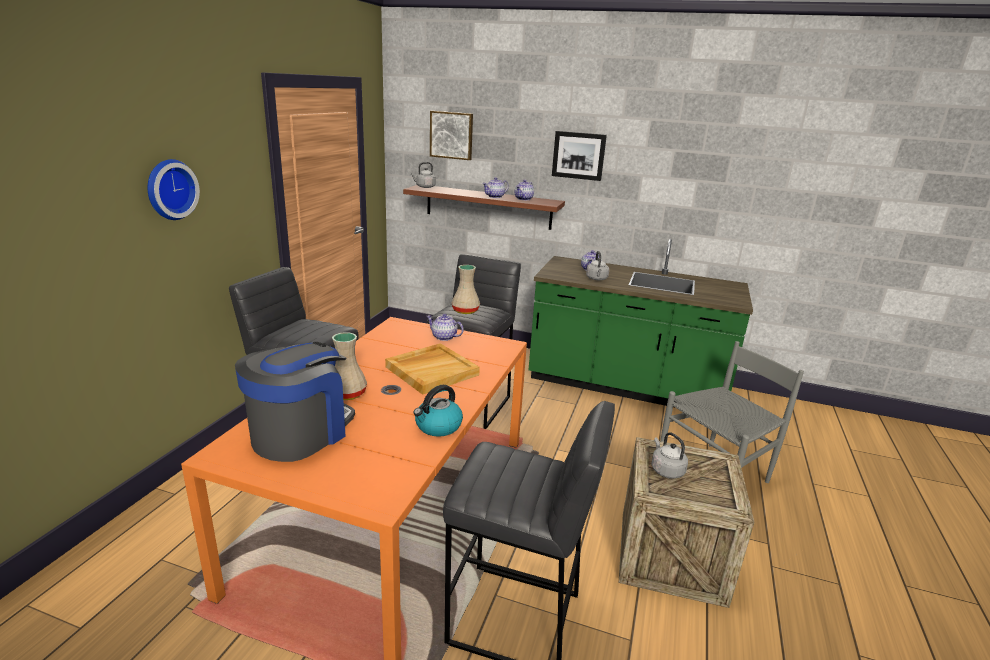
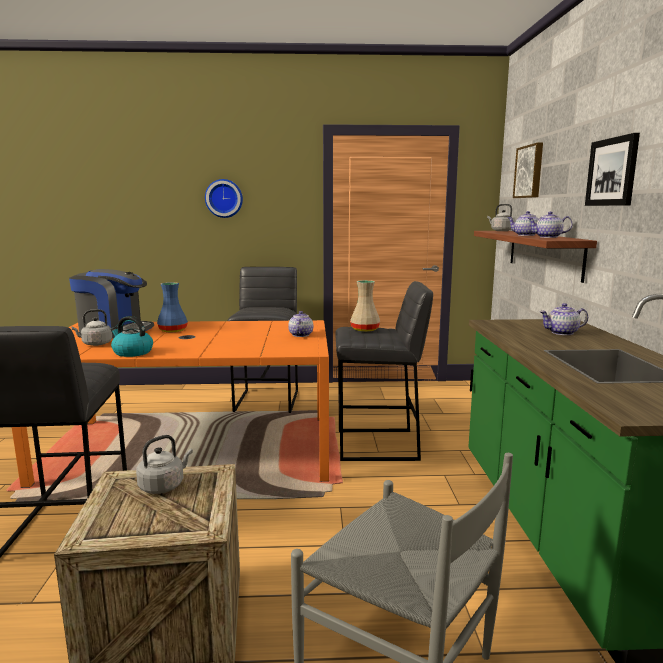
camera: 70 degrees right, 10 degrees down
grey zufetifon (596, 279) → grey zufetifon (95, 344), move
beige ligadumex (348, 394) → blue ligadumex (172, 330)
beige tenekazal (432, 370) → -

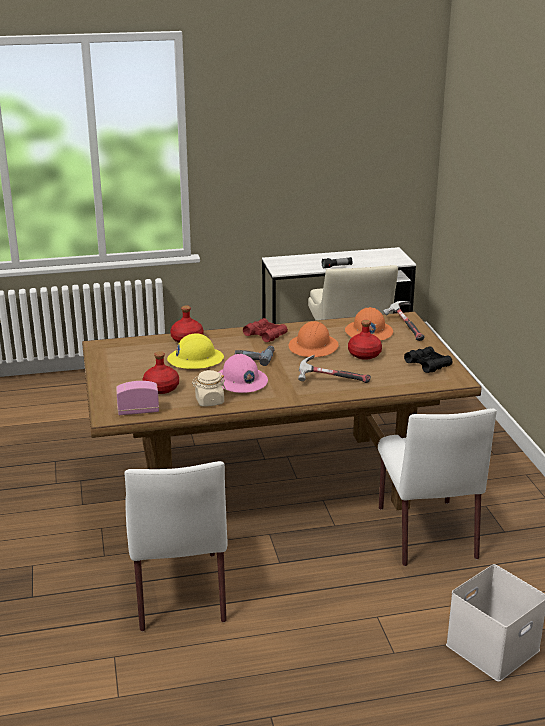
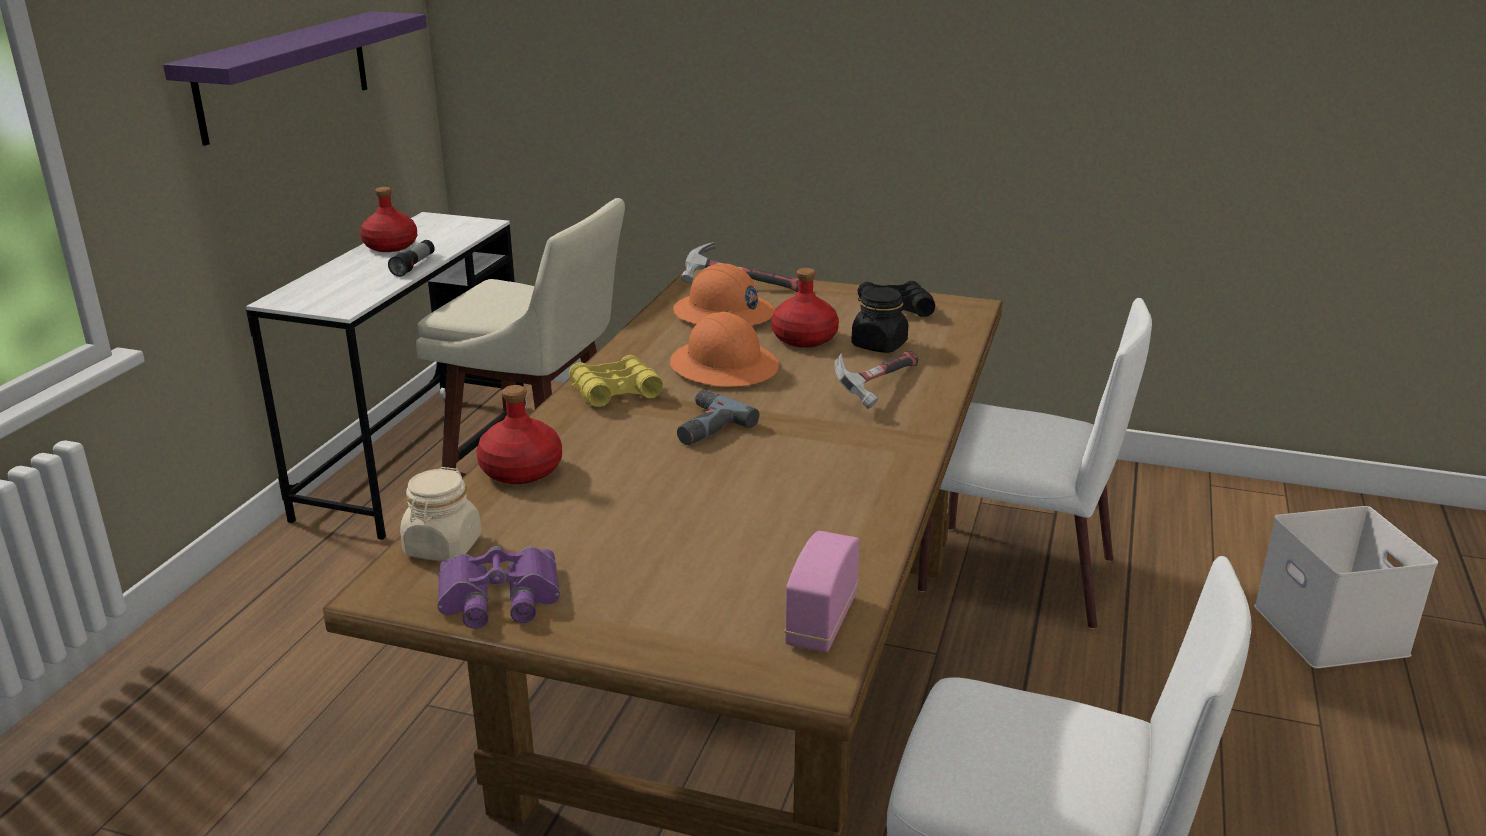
camera: 60 degrees left, 0 degrees up
- → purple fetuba (285, 75)
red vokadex (161, 388) → red vokadex (390, 246), move
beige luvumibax (209, 401) → beige luvumibax (443, 547), move
- → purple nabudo (499, 598)
red nabudo (265, 335) → yellow nabudo (615, 391)
- → black luvumibax (879, 345)
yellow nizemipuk (195, 359) → -
pink nizemipuk (240, 381) → -

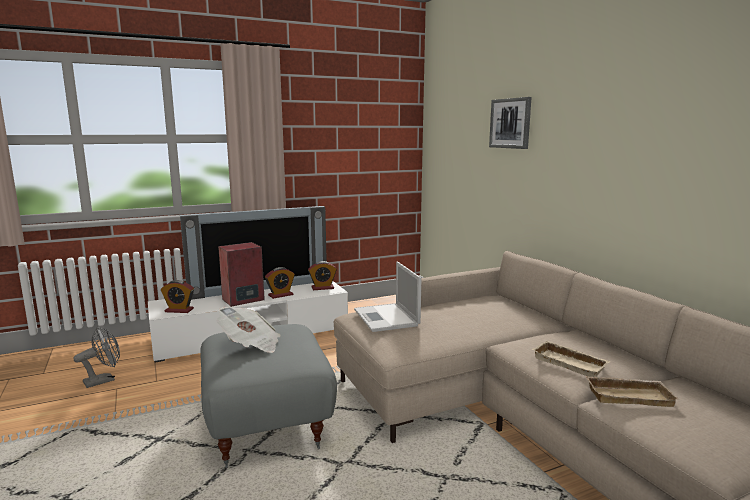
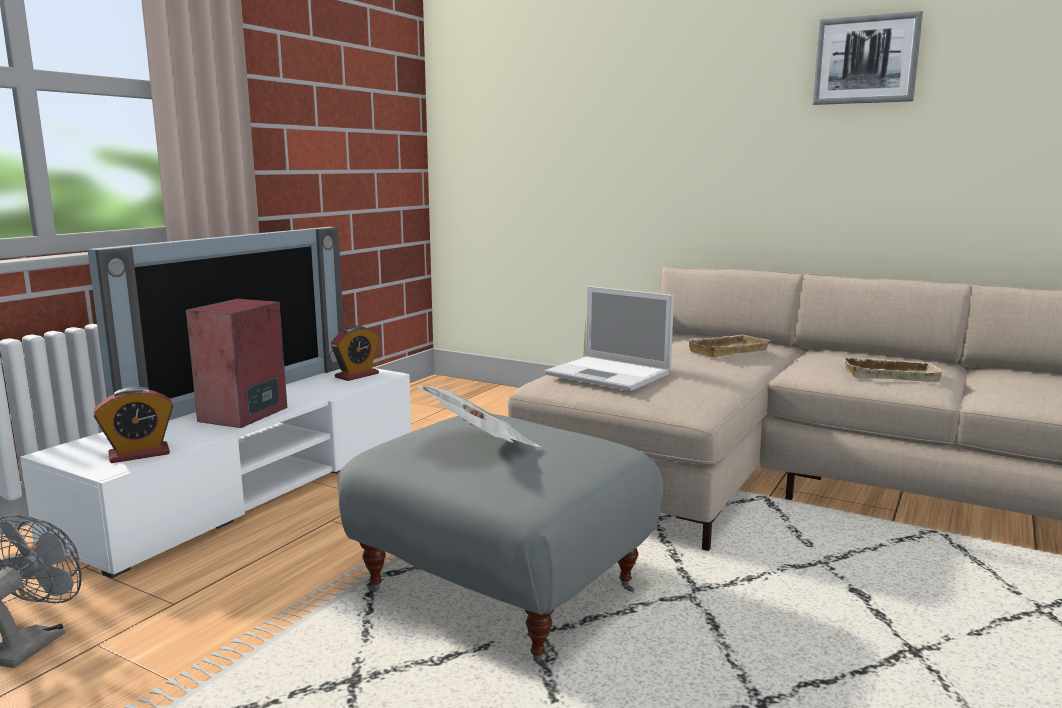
camera: 35 degrees left, 0 degrees up
beige tenekazal (629, 395) → beige tenekazal (726, 350), move
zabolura (510, 123) → zabolura (866, 60), move
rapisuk (280, 295) → -

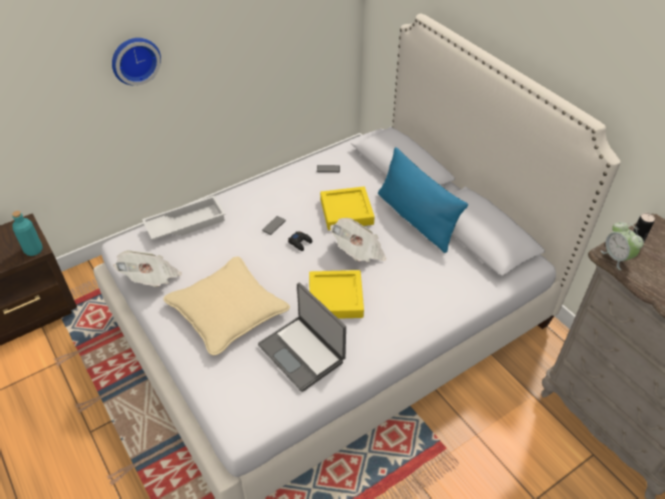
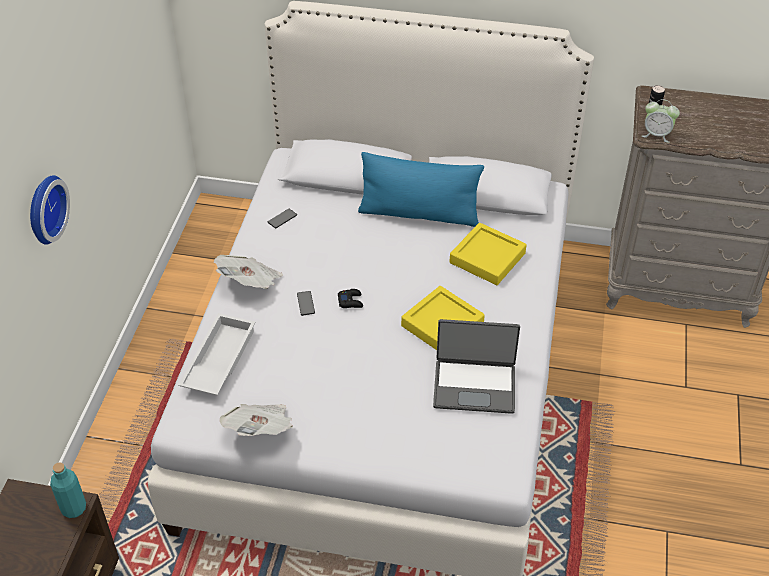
camera: 45 degrees left, 0 degrees up
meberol (359, 252) → meberol (250, 283), move
yellow tenekazal (346, 212) → yellow tenekazal (487, 258), move
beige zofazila (227, 310) → -

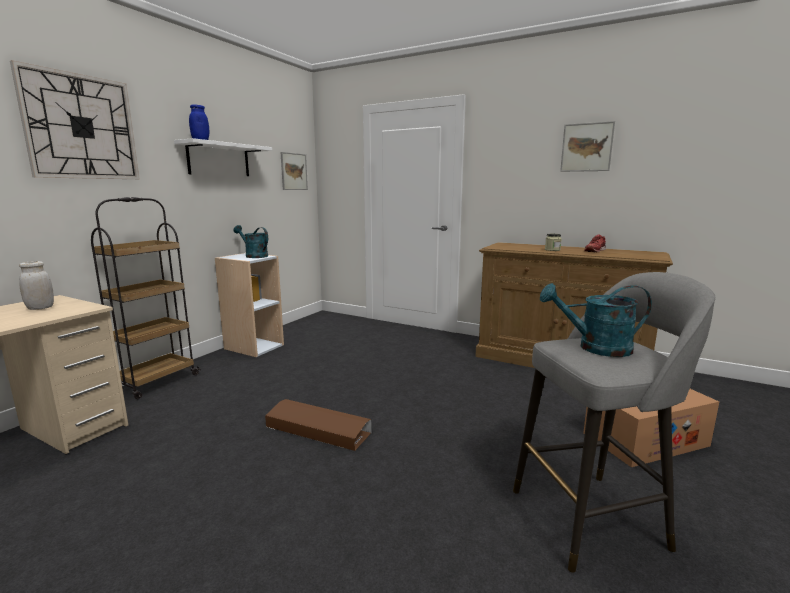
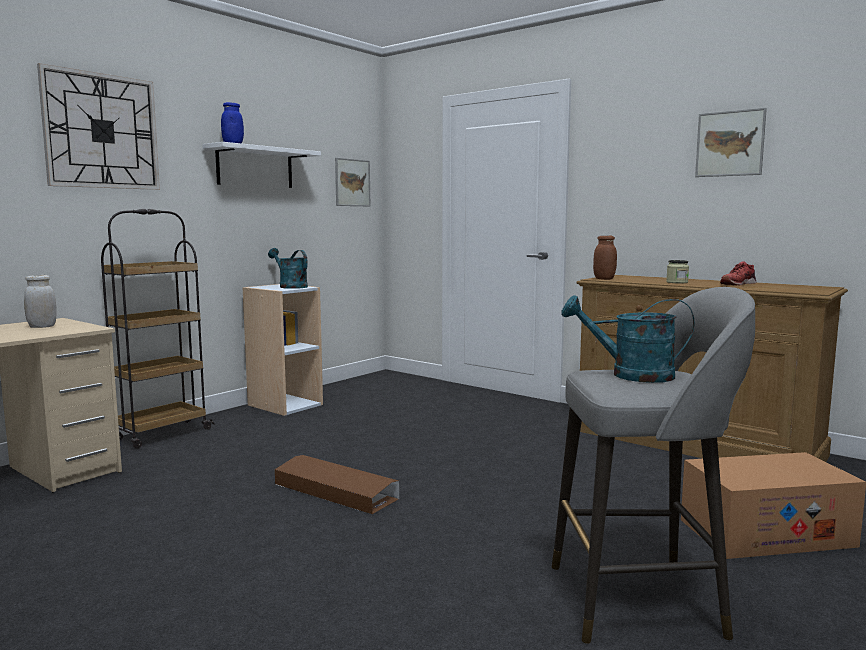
camera: 10 degrees right, 5 degrees down
- → brown luvumibax (604, 279)

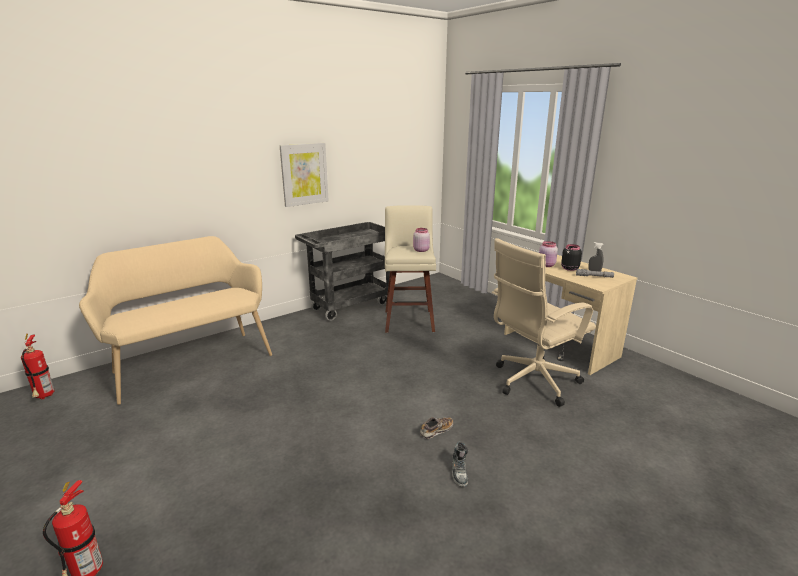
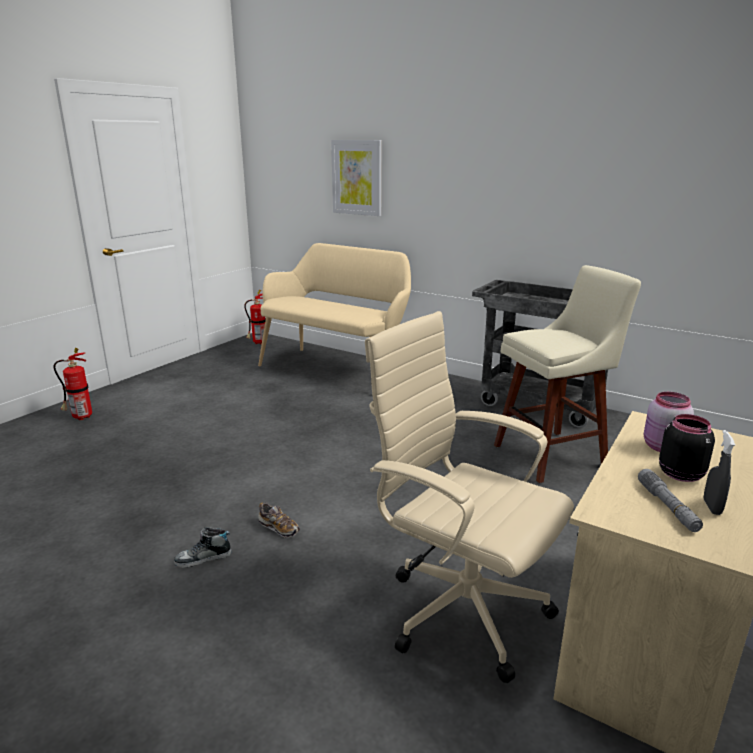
camera: 70 degrees right, 0 degrees up
zabolura (304, 174) → zabolura (357, 177), move
pink luvumibax (420, 250) → -

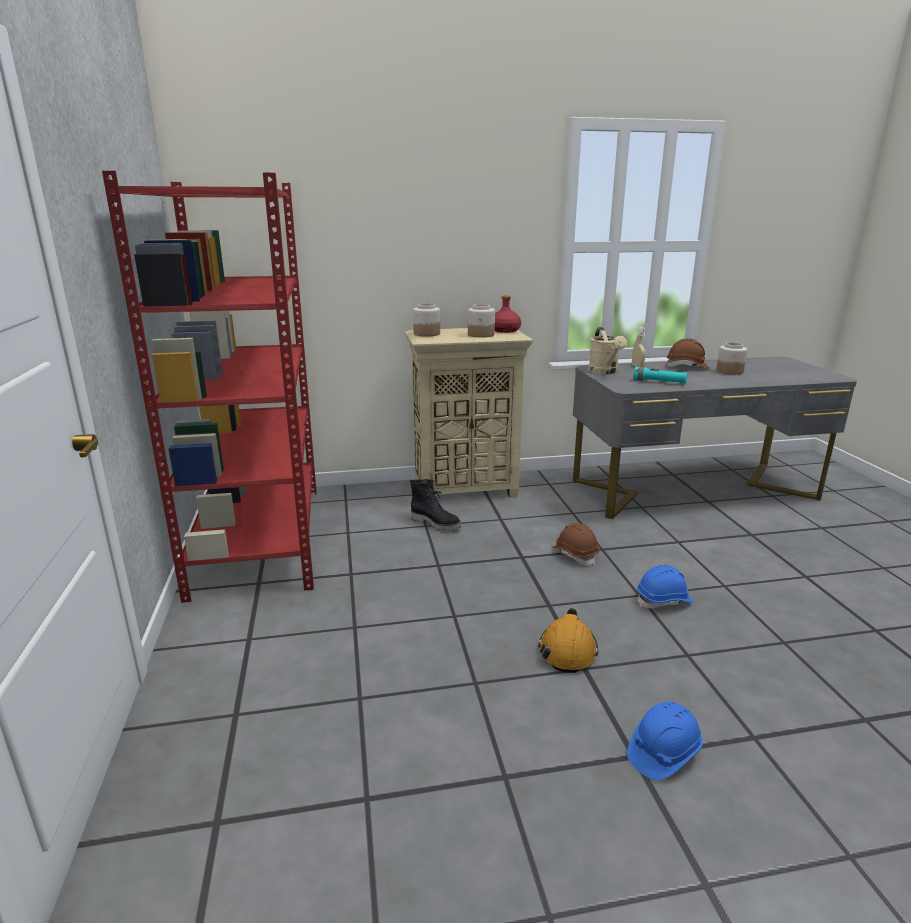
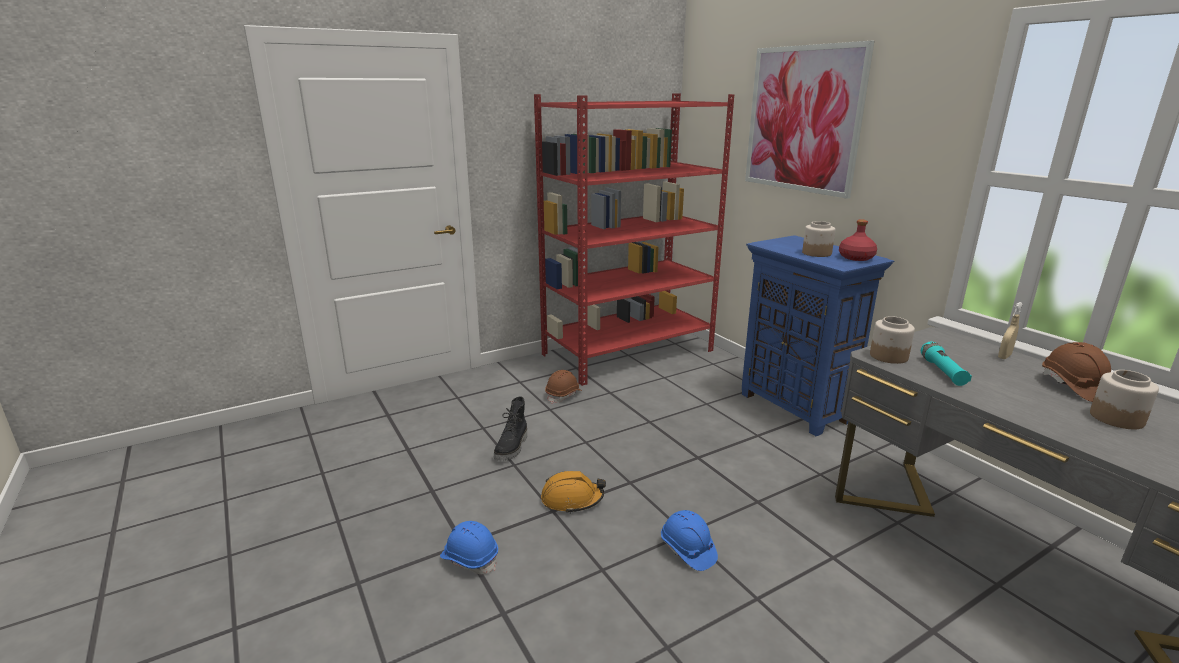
camera: 70 degrees right, 0 degrees up
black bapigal (436, 523) → black bapigal (512, 448), move
brown nizemipuk (575, 554) → brown nizemipuk (563, 395), move
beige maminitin (466, 490) → blue maminitin (796, 408)
- → zabolura (802, 119)
luvumibax (426, 334) → luvumibax (888, 356), move
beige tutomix (605, 372) → -

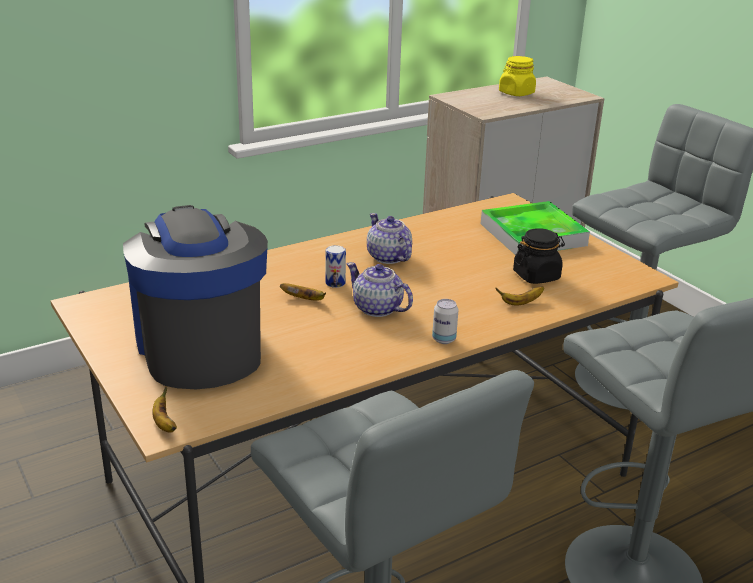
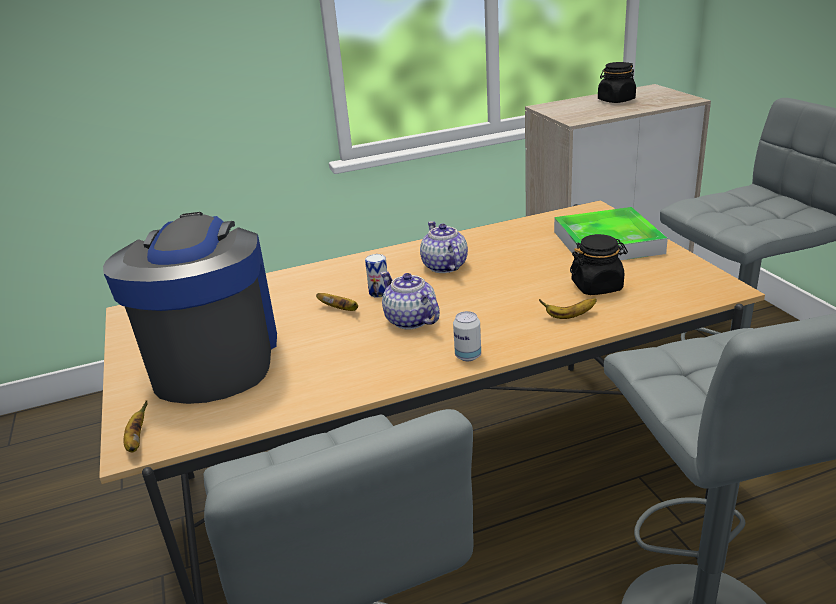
camera: 15 degrees right, 0 degrees up
yellow luvumibax (516, 93) → black luvumibax (616, 100)

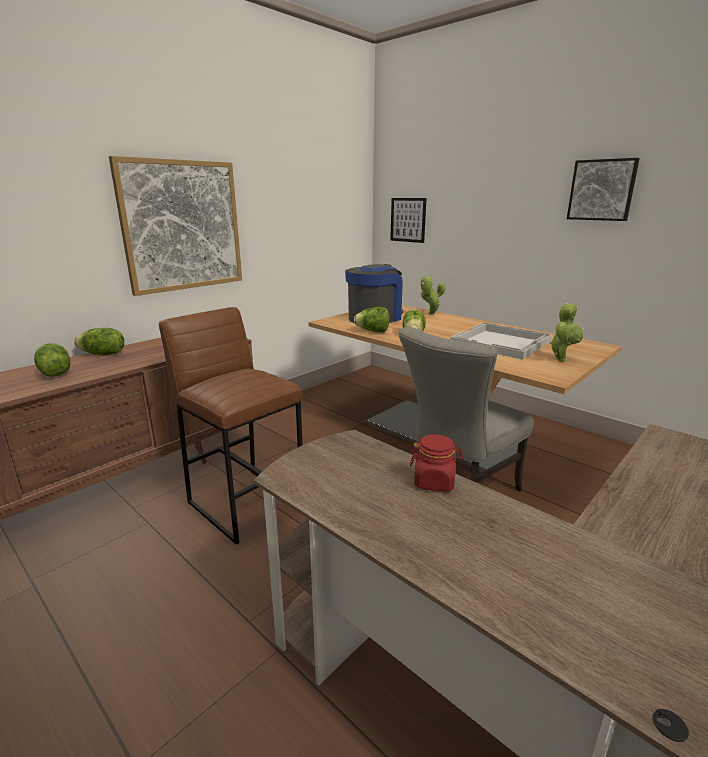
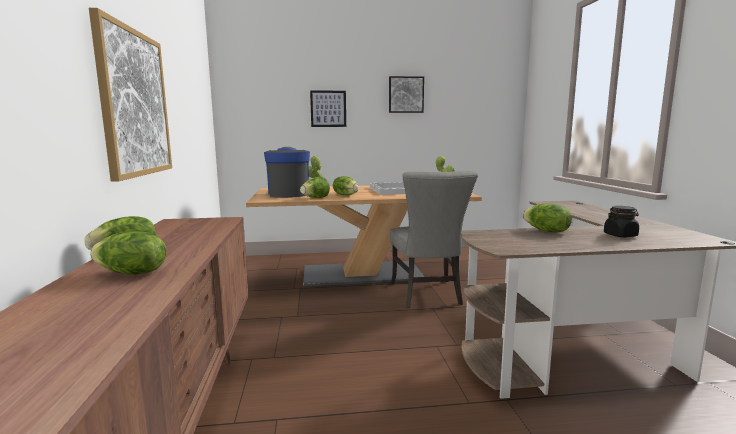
camera: 50 degrees left, 10 degrees down
zabolura (408, 220) → zabolura (328, 108), move
red luvumibax (434, 481) → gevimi (546, 231)
- → black luvumibax (620, 235)
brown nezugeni (244, 503) → -

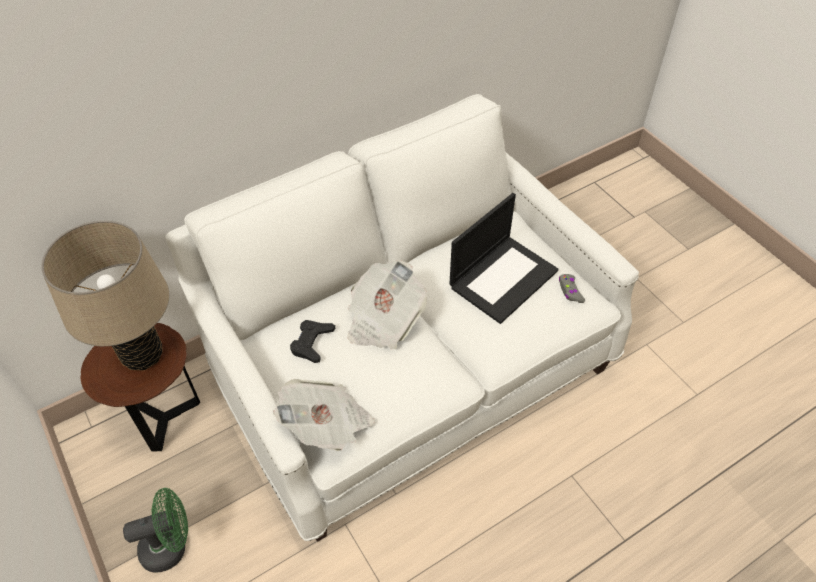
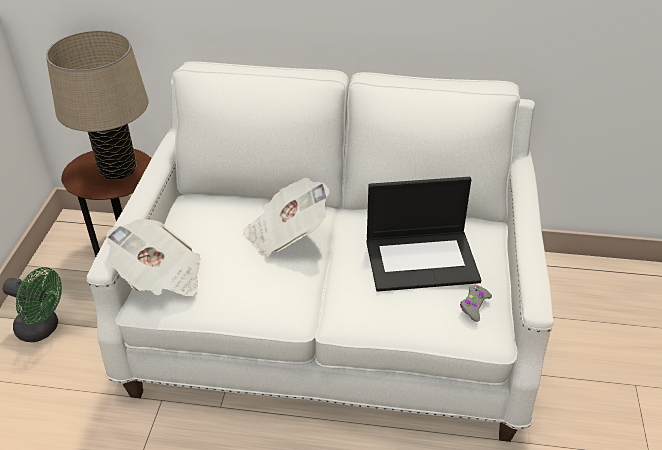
camera: 40 degrees right, 10 degrees down
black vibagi (312, 343) → -

